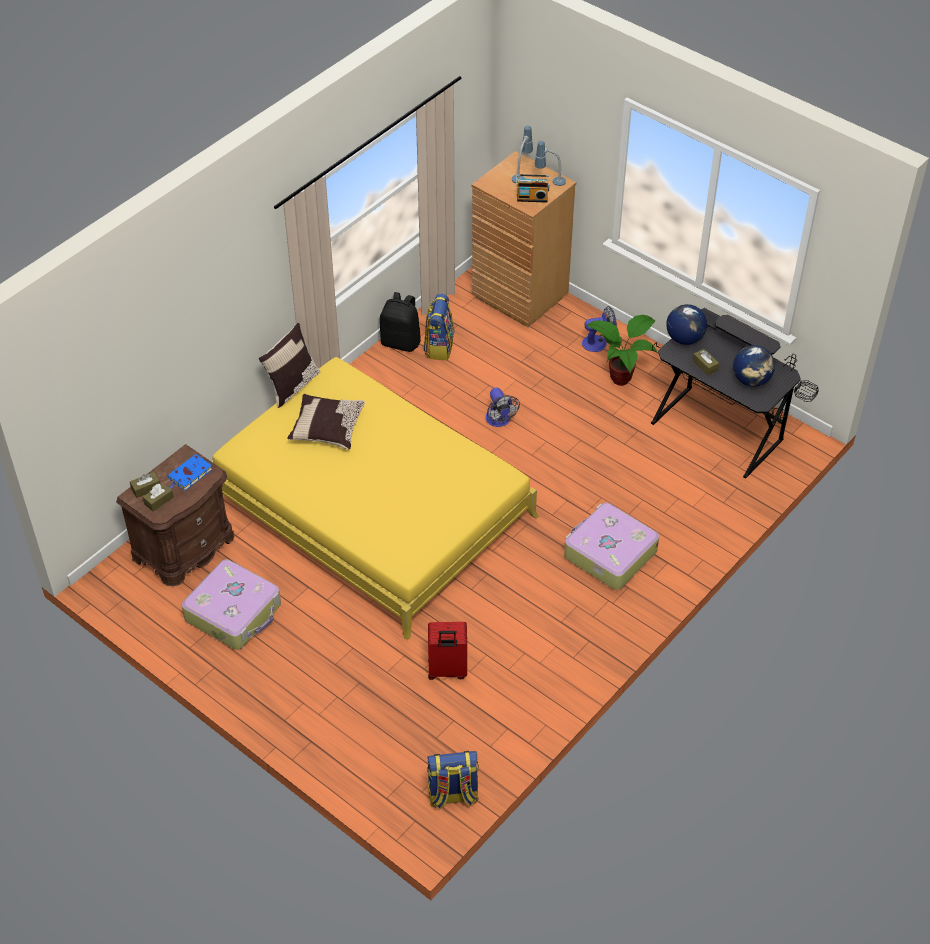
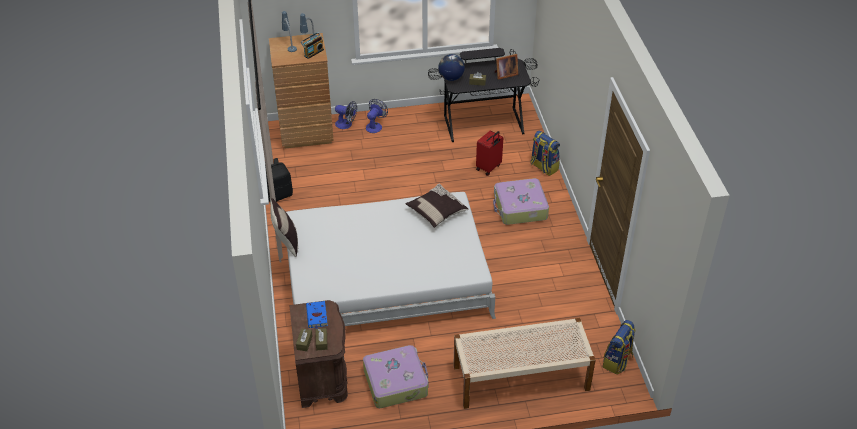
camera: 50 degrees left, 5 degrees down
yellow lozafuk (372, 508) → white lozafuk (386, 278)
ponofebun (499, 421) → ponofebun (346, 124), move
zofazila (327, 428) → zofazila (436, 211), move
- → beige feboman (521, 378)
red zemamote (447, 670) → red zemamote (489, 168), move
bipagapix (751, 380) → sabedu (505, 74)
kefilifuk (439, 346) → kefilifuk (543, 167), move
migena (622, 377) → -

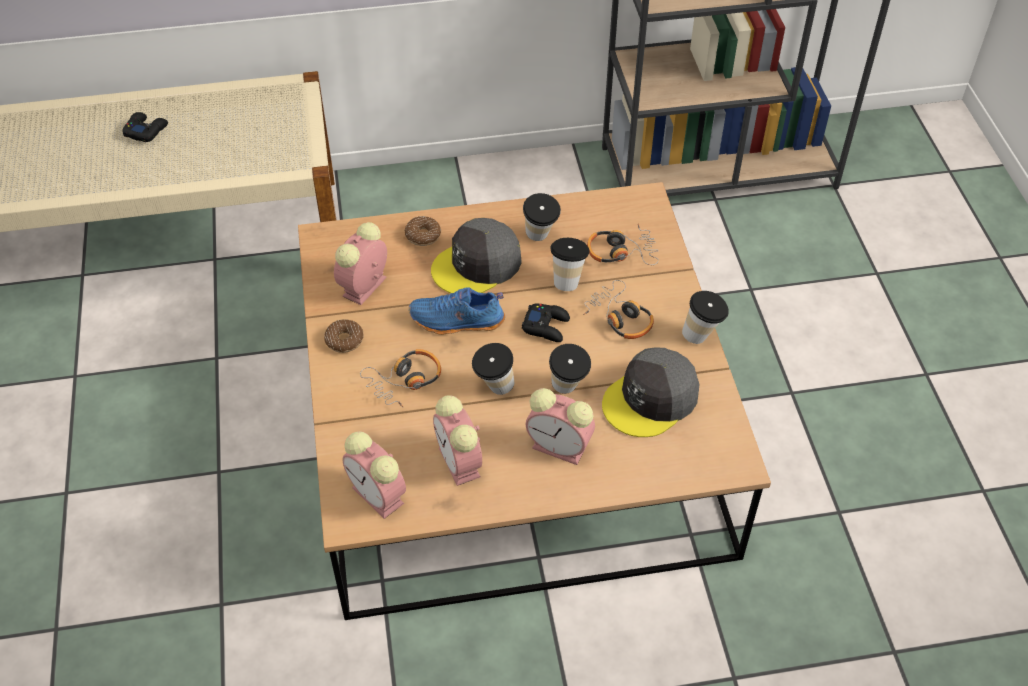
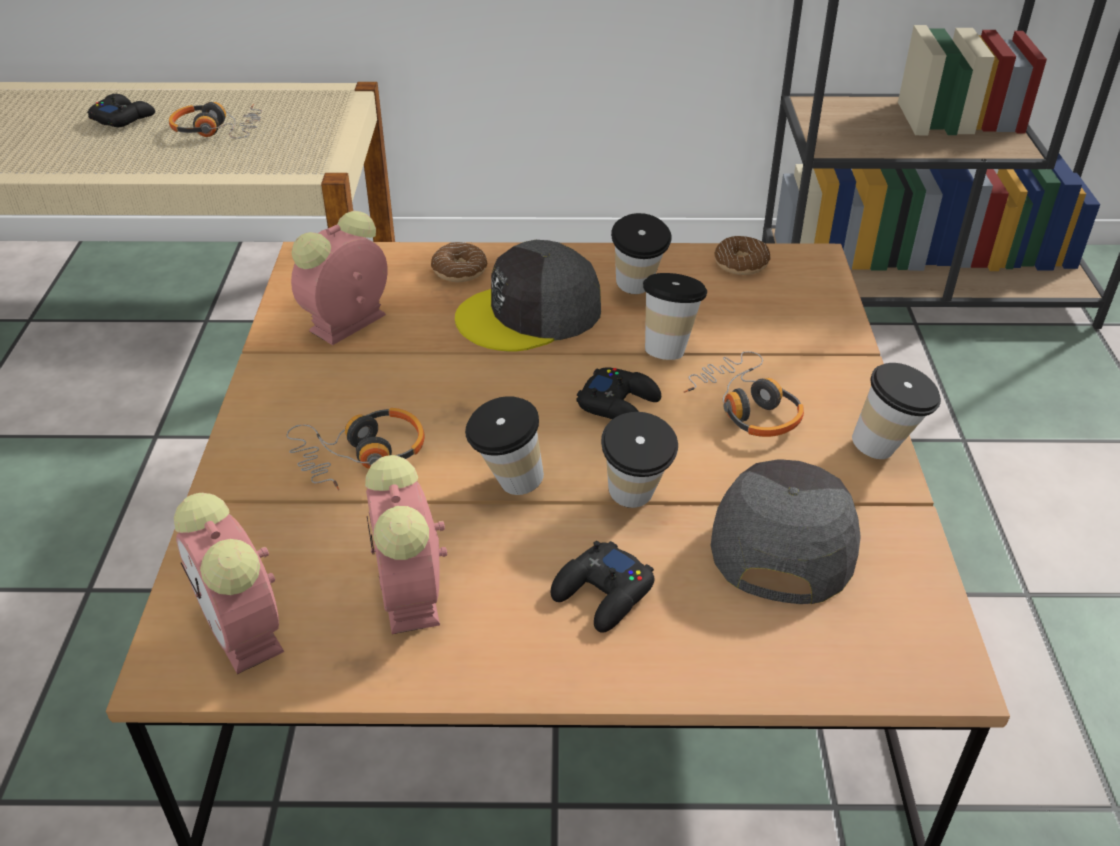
camera: 10 degrees right, 10 degrees down
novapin (621, 252) → novapin (218, 131), move
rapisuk (561, 447) → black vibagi (603, 594)
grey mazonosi (651, 399) → grey mazonosi (784, 536), 135 degrees clockwise
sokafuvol (344, 340) → sokafuvol (741, 263), move
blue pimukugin (457, 322) → -

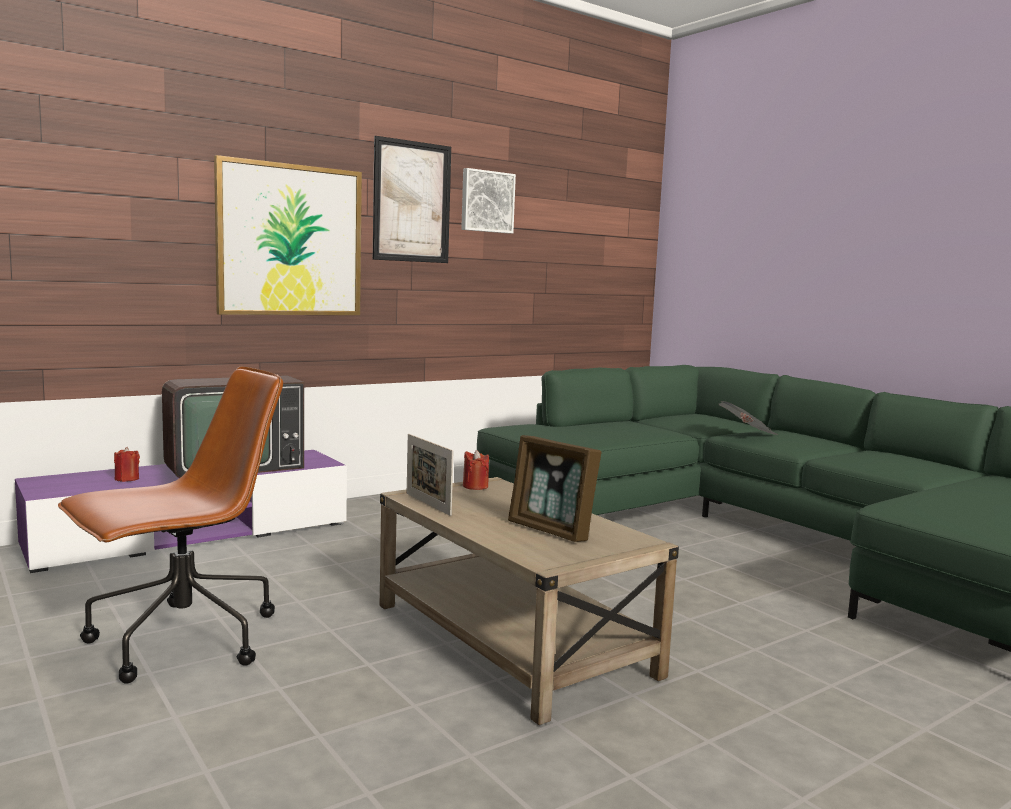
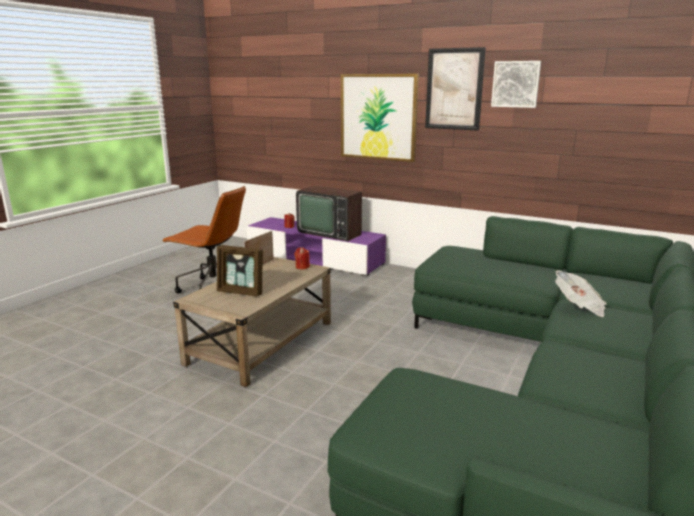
camera: 65 degrees right, 10 degrees up
sabedu (551, 531) → sabedu (241, 292), 90 degrees counterclockwise

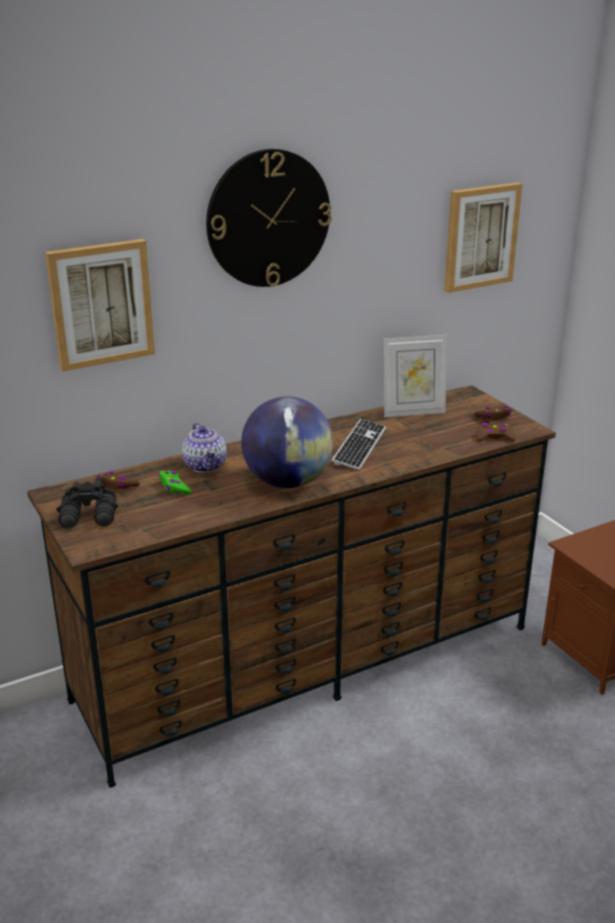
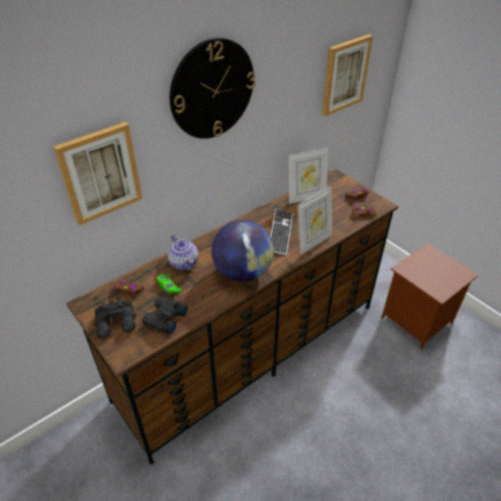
camera: 10 degrees left, 15 degrees up
- → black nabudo (164, 318)
- → sabedu (313, 242)

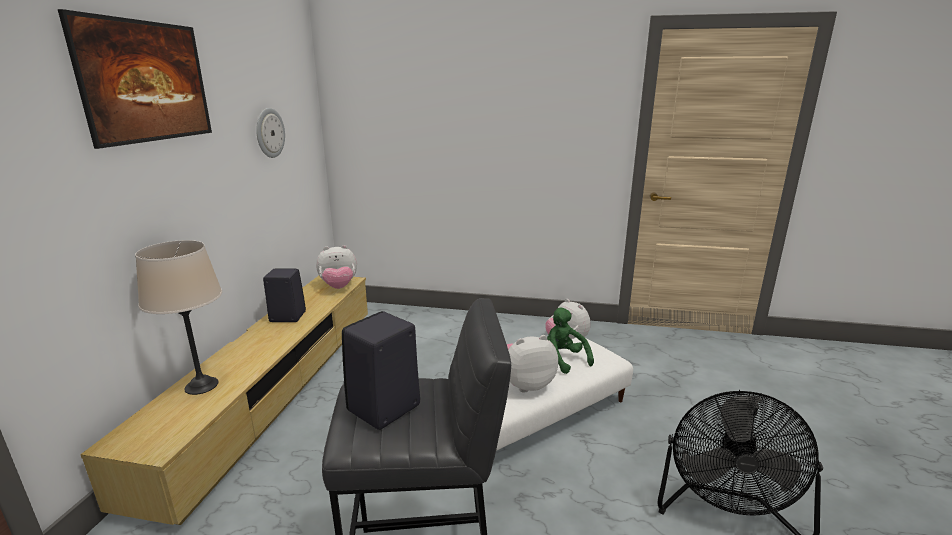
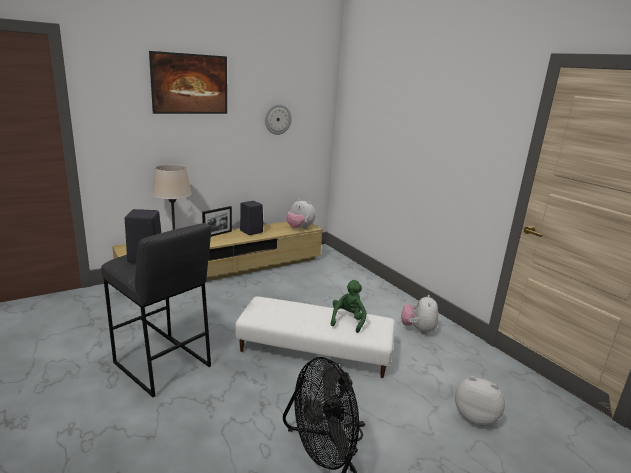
camera: 45 degrees right, 0 degrees up
- → sabedu (217, 234)
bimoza (526, 384) → bimoza (476, 416), move

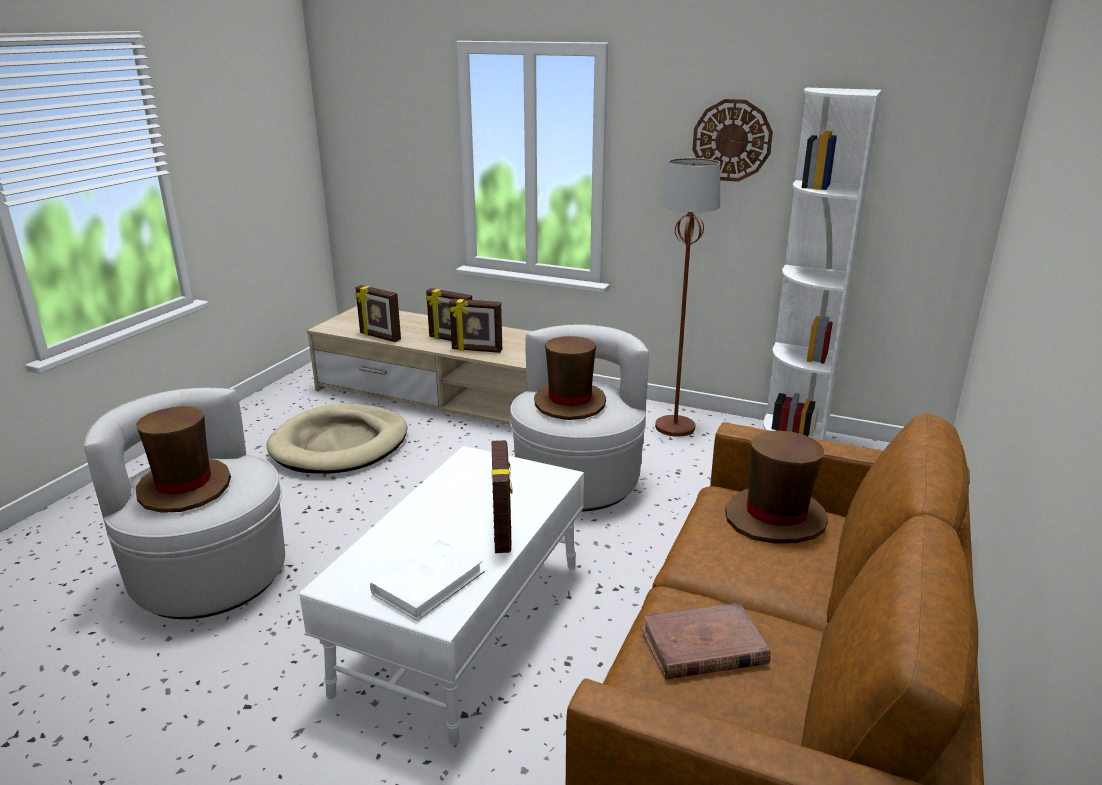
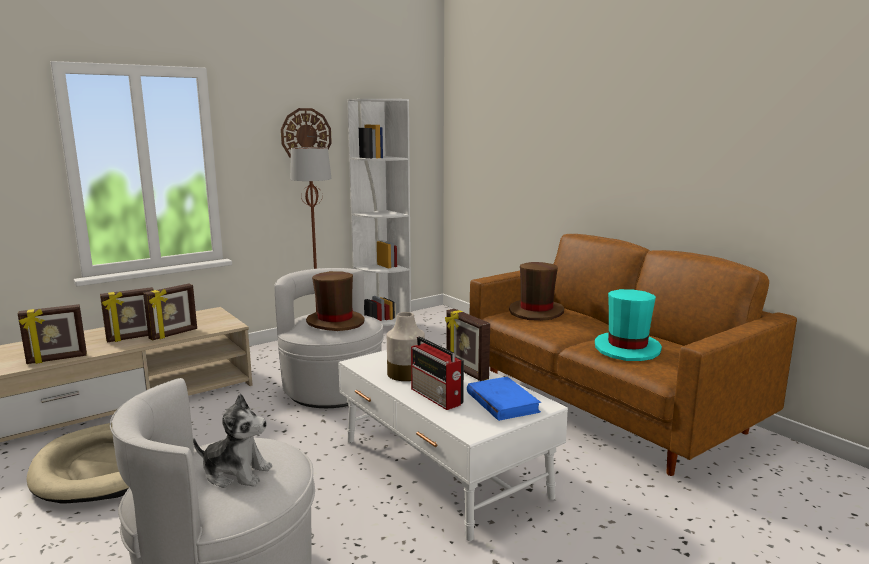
camera: 60 degrees left, 10 degrees down
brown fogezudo (185, 487) → bimoza (236, 473)
- → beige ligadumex (406, 373)
- → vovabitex (437, 397)
sabedu (503, 530) → sabedu (466, 372), 150 degrees counterclockwise
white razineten (428, 583) → blue razineten (502, 402)
brown razineten (703, 646) → turquoise fogezudo (627, 348)

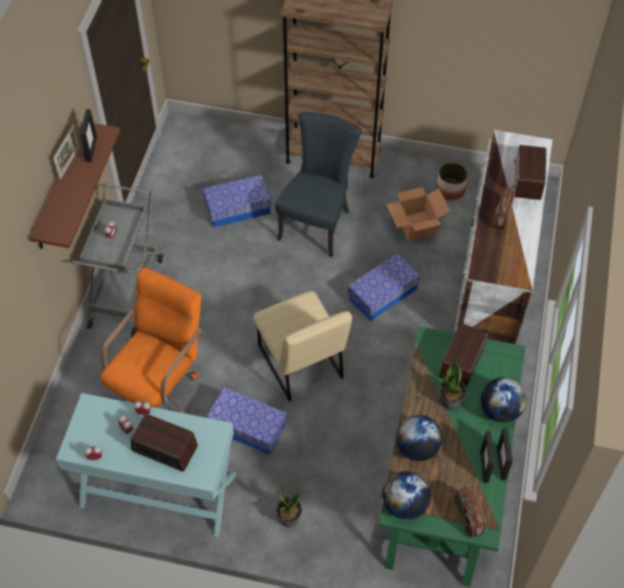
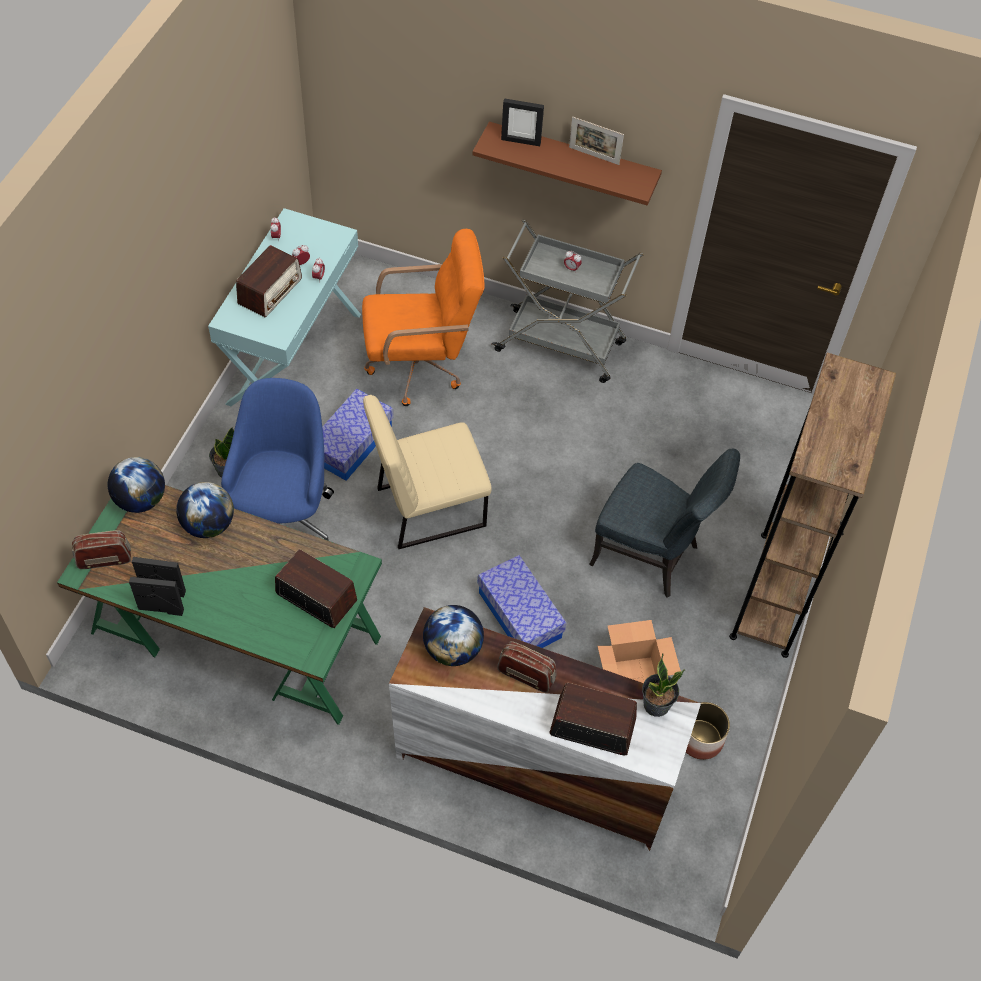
camera: 95 degrees right, 0 degrees up
- → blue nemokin (283, 520)
orange nemokin (161, 388) → orange nemokin (421, 369), 45 degrees counterclockwise
bipagapix (500, 410) → bipagapix (452, 649), move
sabedu (91, 149) → sabedu (521, 140), move
migena (450, 401) → migena (656, 705), move
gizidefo (238, 208) → -

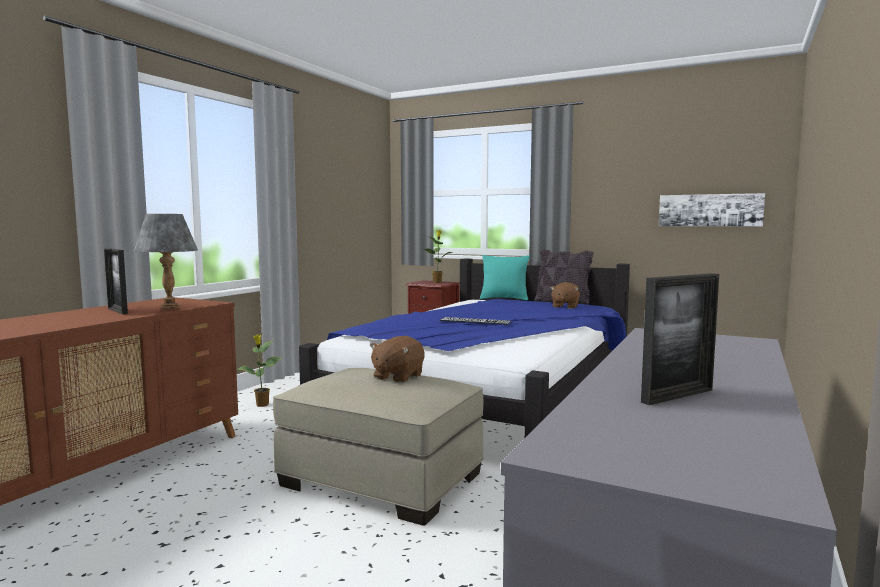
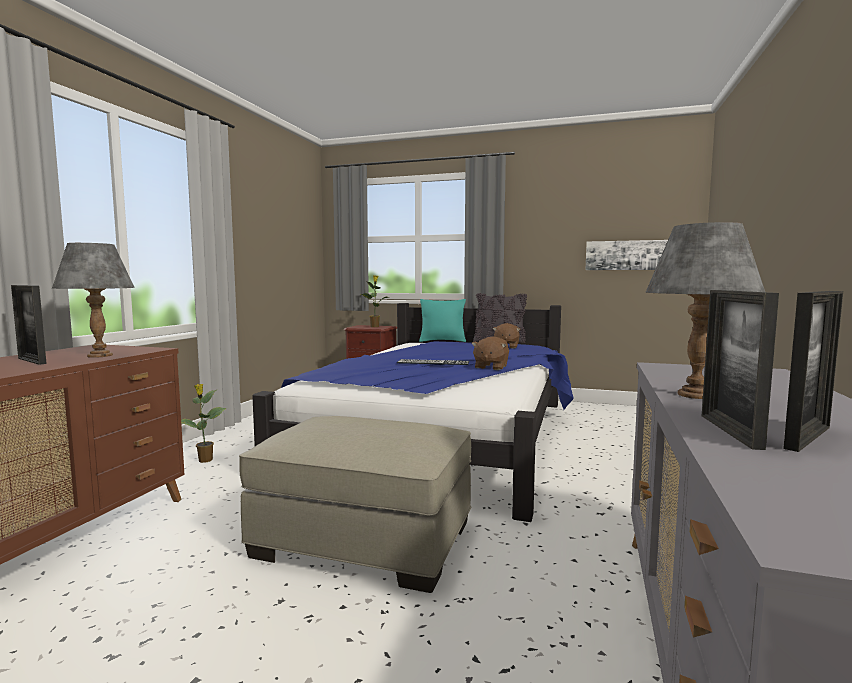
camera: 10 degrees left, 0 degrees up
brown bimoza (397, 377) → brown bimoza (490, 367), move
- → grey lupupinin (696, 395)
- → sabedu (730, 431)

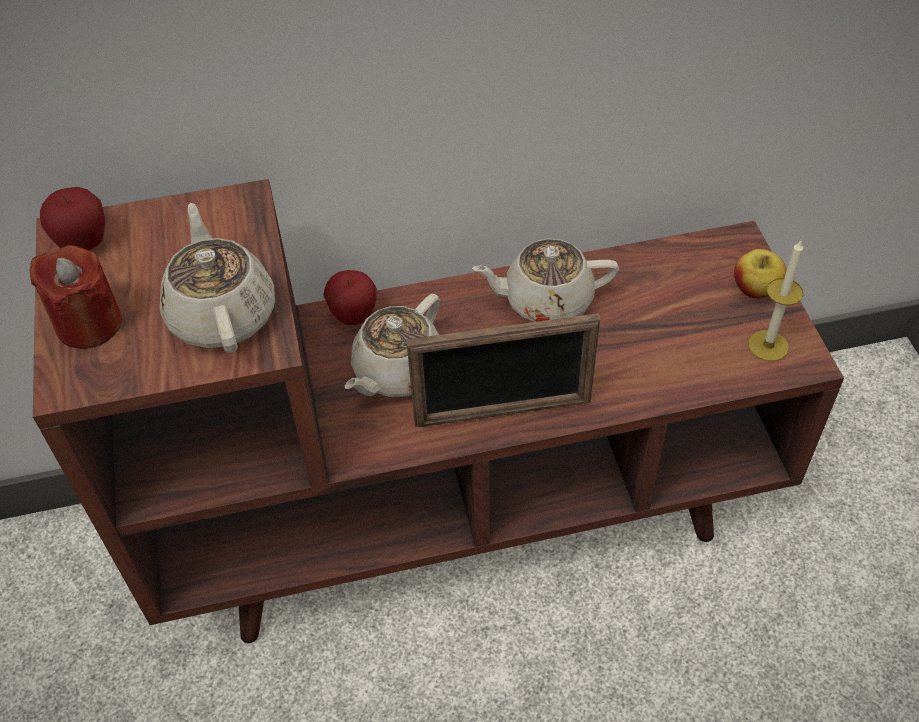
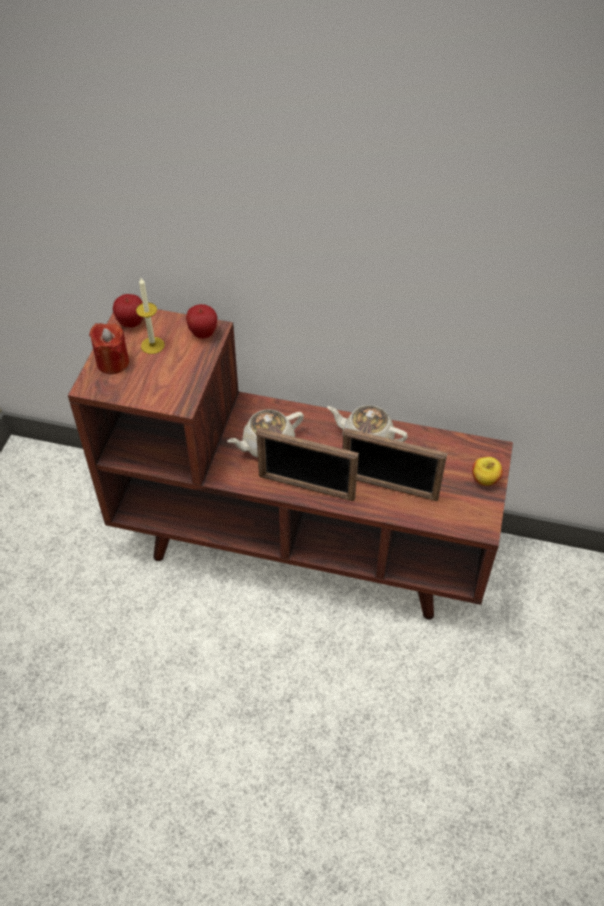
camera: 25 degrees right, 0 degrees up
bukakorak (768, 345) → bukakorak (152, 345), move
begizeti (353, 316) → begizeti (203, 334), move
- → sabedu (389, 487)
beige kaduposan (222, 314) → -

